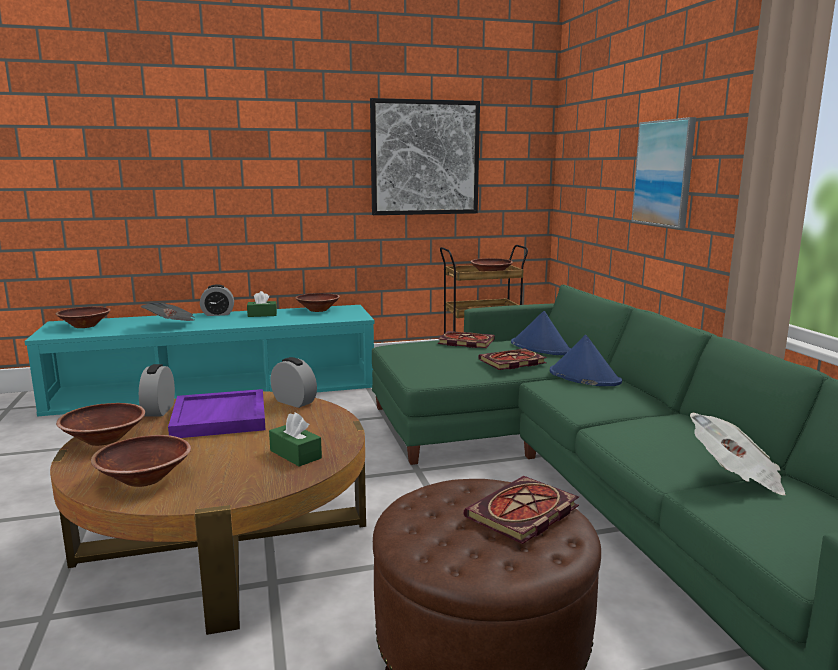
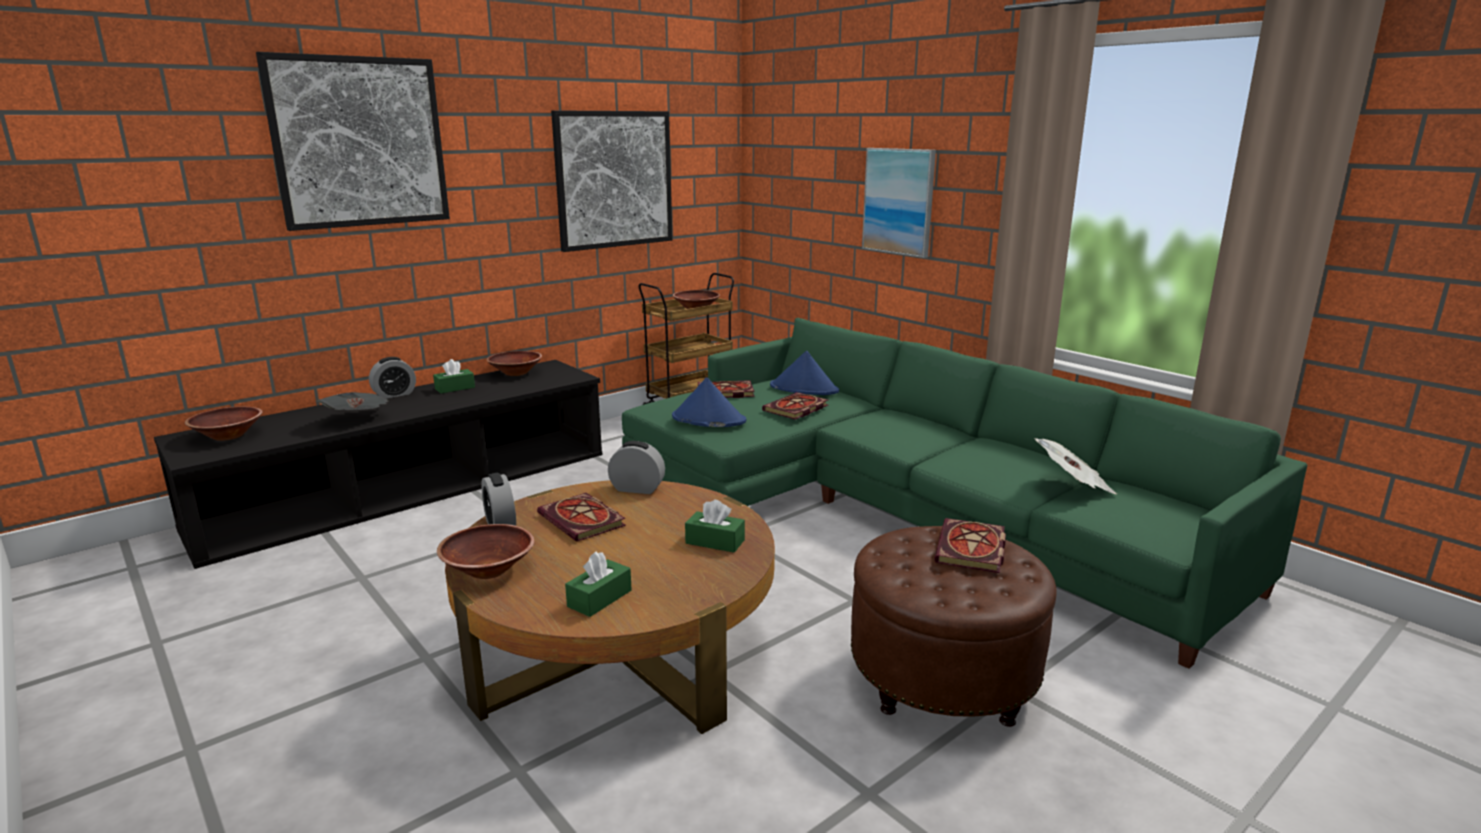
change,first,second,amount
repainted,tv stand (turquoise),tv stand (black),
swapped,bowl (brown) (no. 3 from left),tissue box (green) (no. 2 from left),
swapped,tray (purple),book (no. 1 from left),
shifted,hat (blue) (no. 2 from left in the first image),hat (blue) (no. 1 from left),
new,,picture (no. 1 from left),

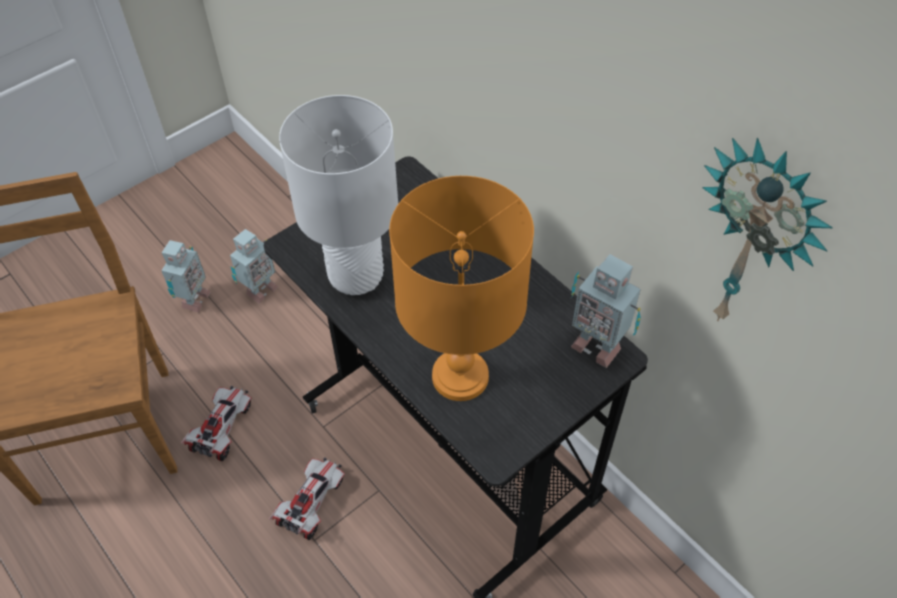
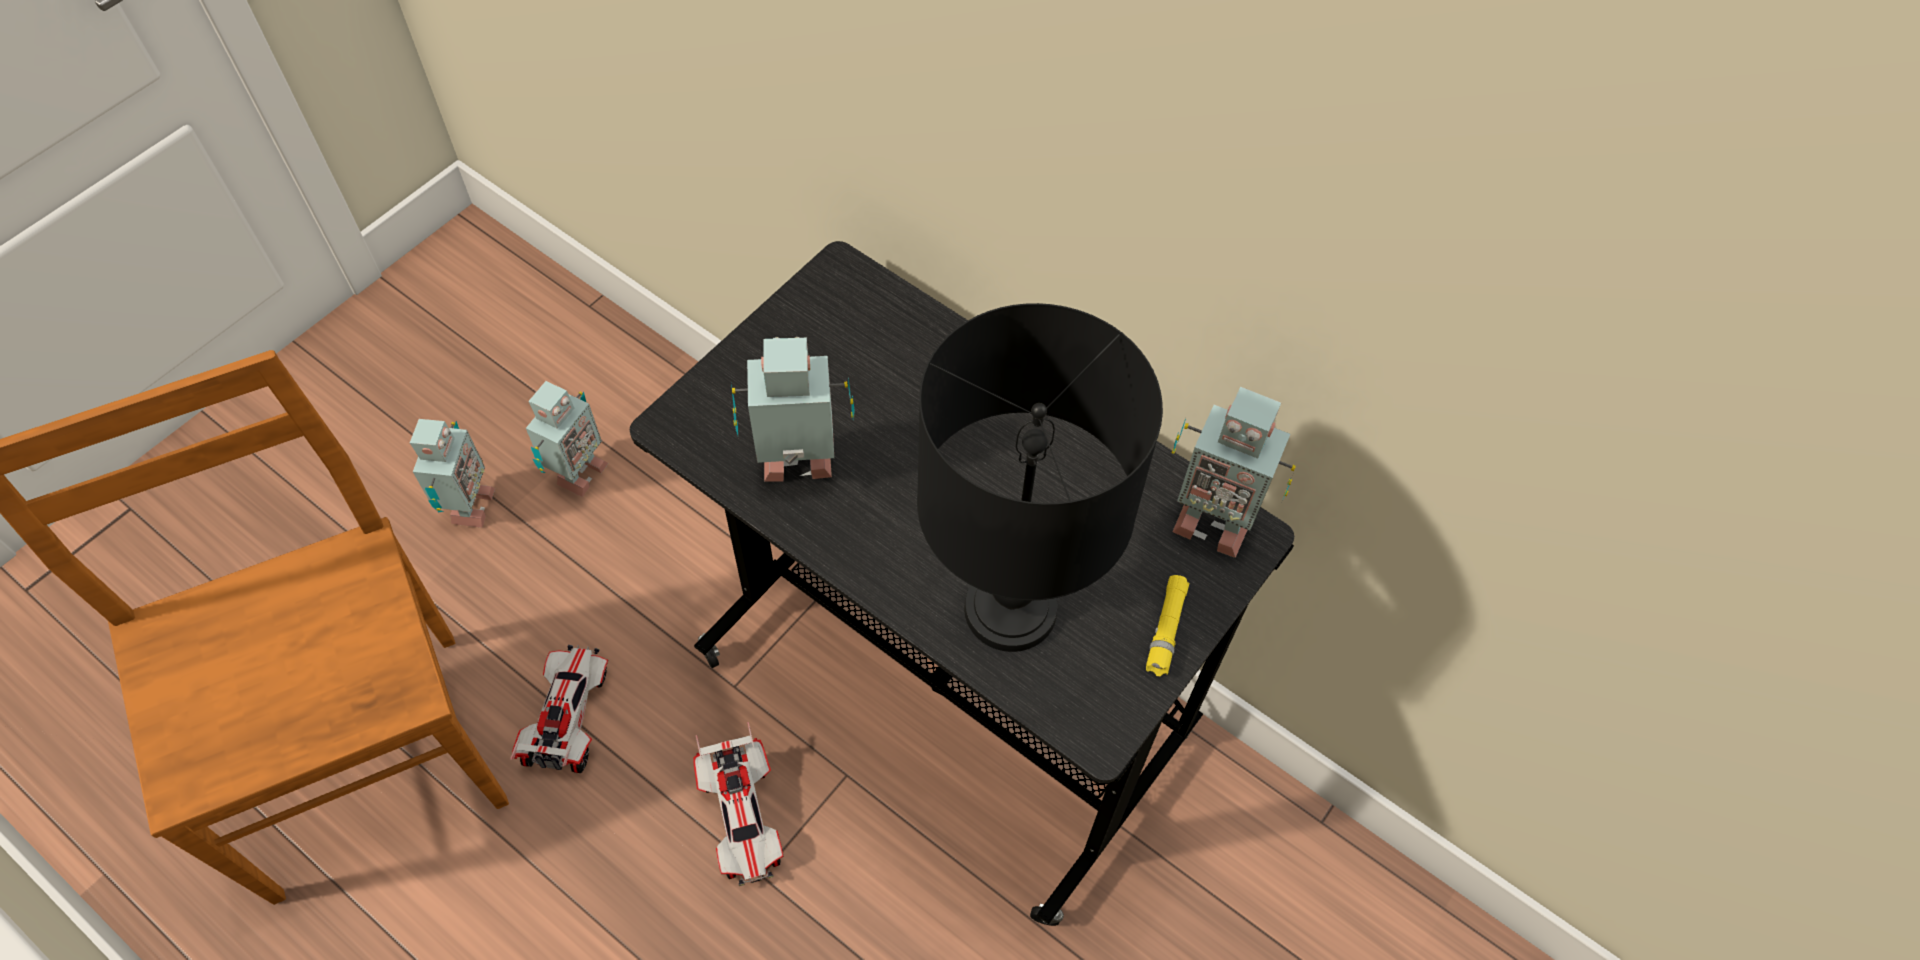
change,first,second,amount
rotated,toy car (no. 2 from left),,150 degrees clockwise
swapped,table lamp (white),toy robot (no. 3 from left),
repainted,table lamp (orange),table lamp (black),
gone,wall clock,,
new,,flashlight (yellow),

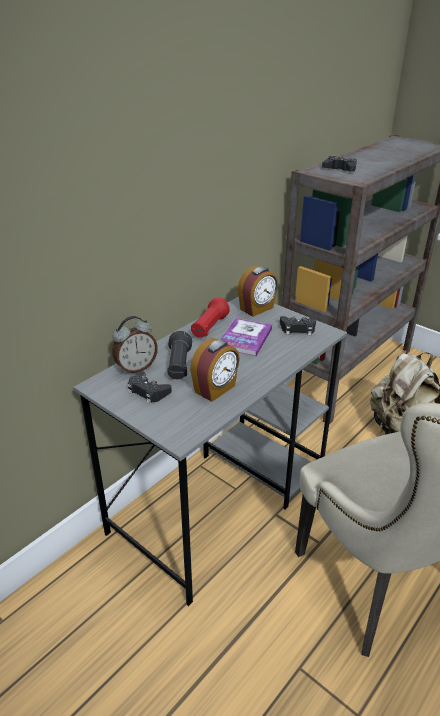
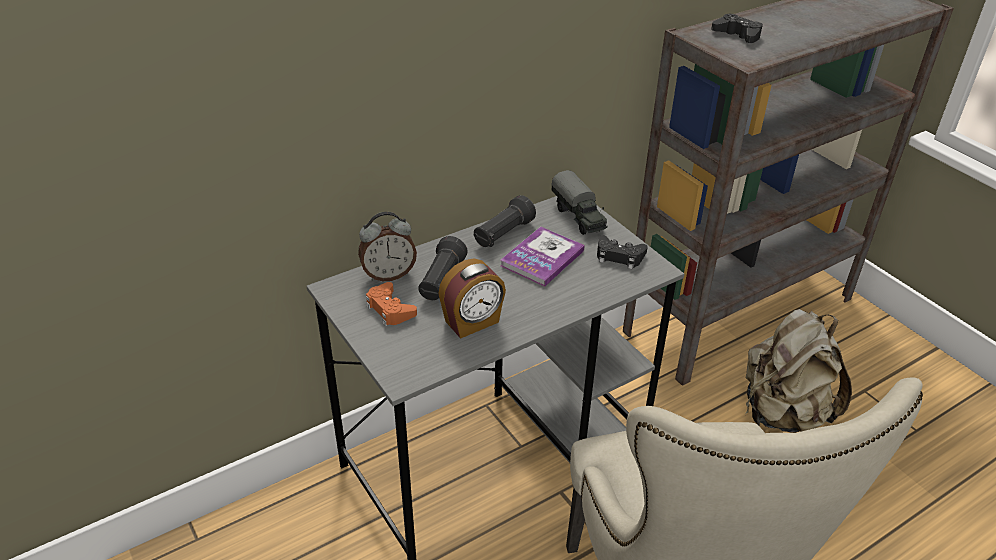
change,first,second,amount
repainted,game controller (black) (no. 1 from left),game controller (orange),
repainted,flashlight (red),flashlight (black) (no. 2 from left),
swapped,alarm clock (no. 3 from left),toy truck,

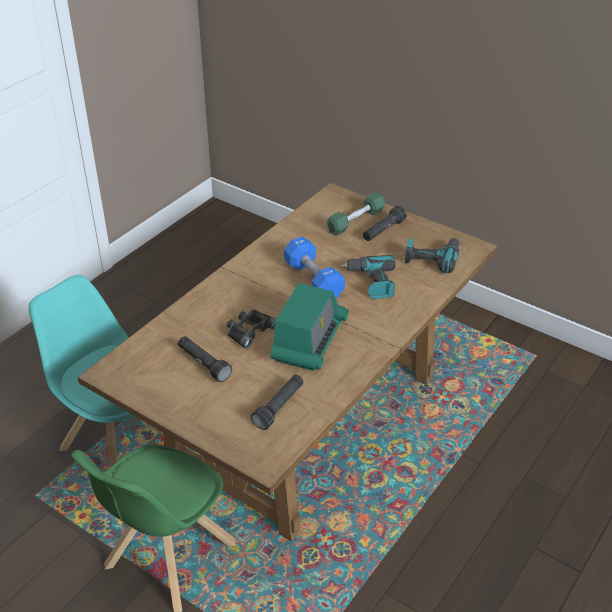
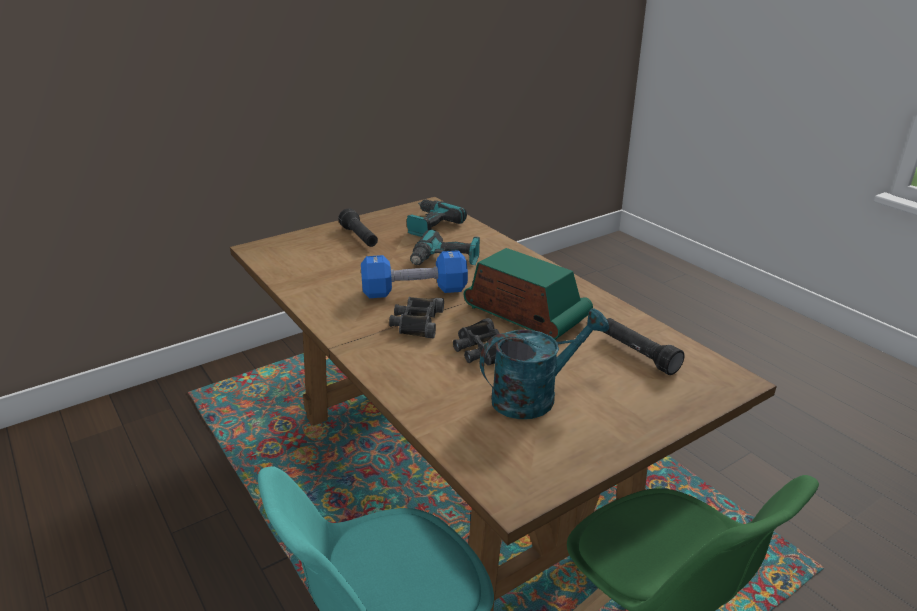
change,first,second,amount
swapped,flashlight (black) (no. 1 from left),watering can (turquoise),
gone,dumbbell (green),,
new,,binoculars (black) (no. 1 from left),

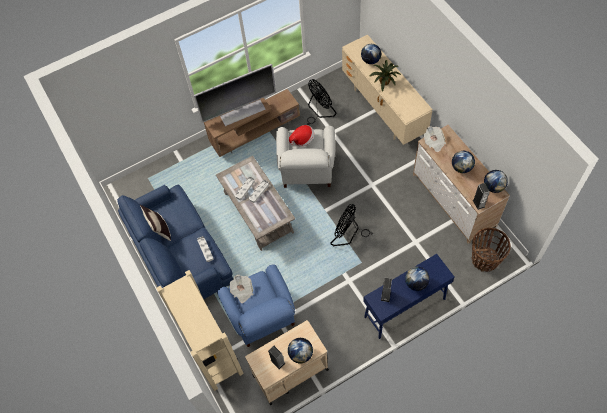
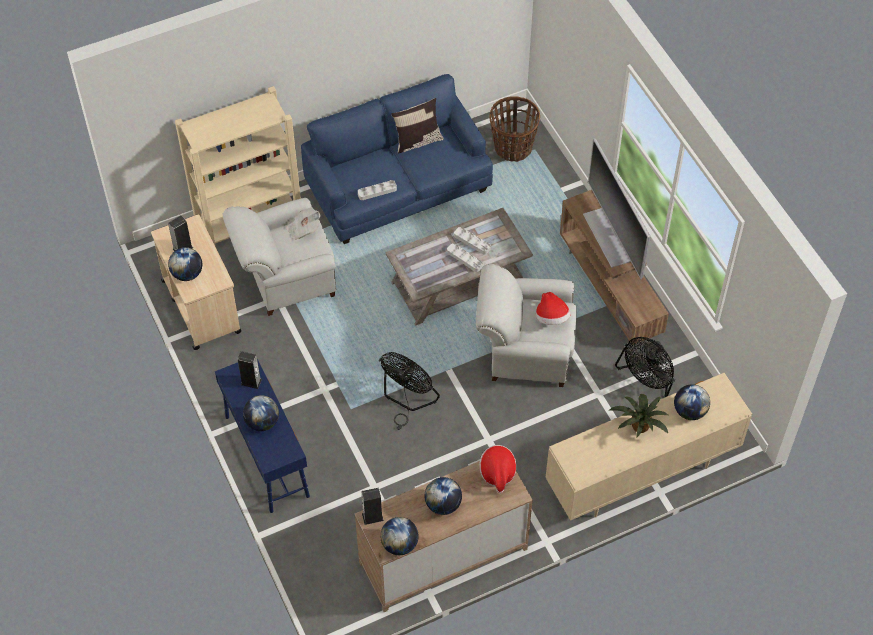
change,first,second,amount
repainted,armchair (blue),armchair (white) (no. 1 from left),
rotated,fan (black) (no. 1 from left in the first image),fan (black) (no. 2 from left),75 degrees clockwise
swapped,newspaper (no. 2 from left),hat (no. 1 from left),
shifted,basket,,

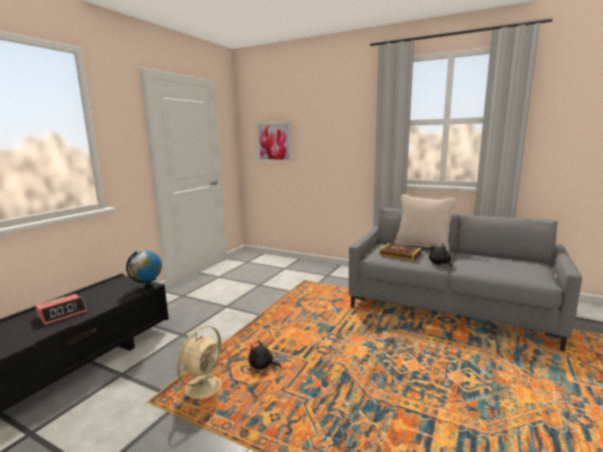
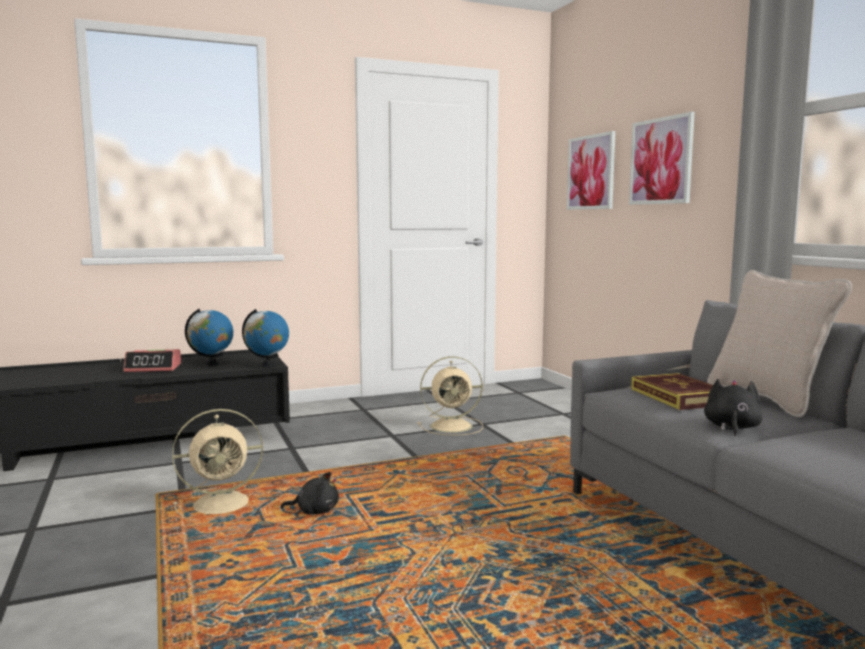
change,first,second,amount
rotated,plush toy (black) (no. 1 from left),,120 degrees clockwise
new,,globe (no. 1 from left),
new,,fan (beige) (no. 2 from left),
new,,picture (no. 2 from left),

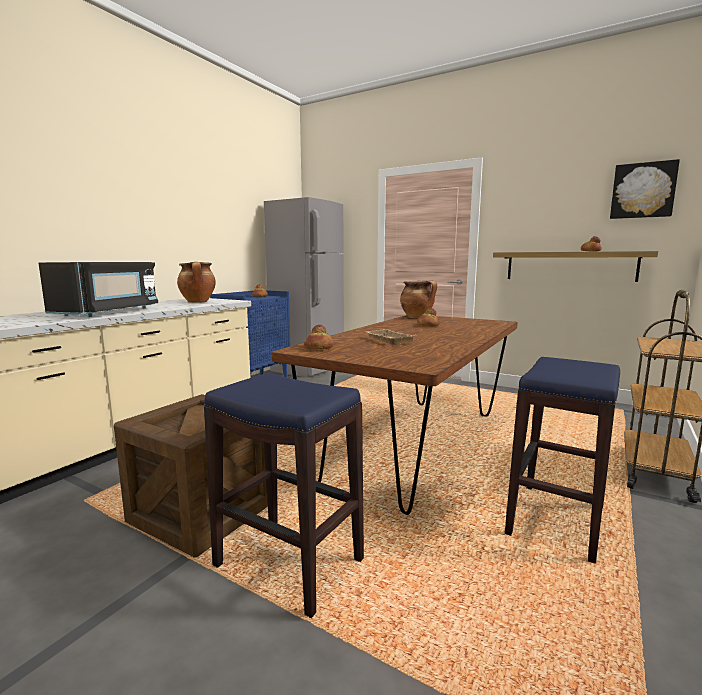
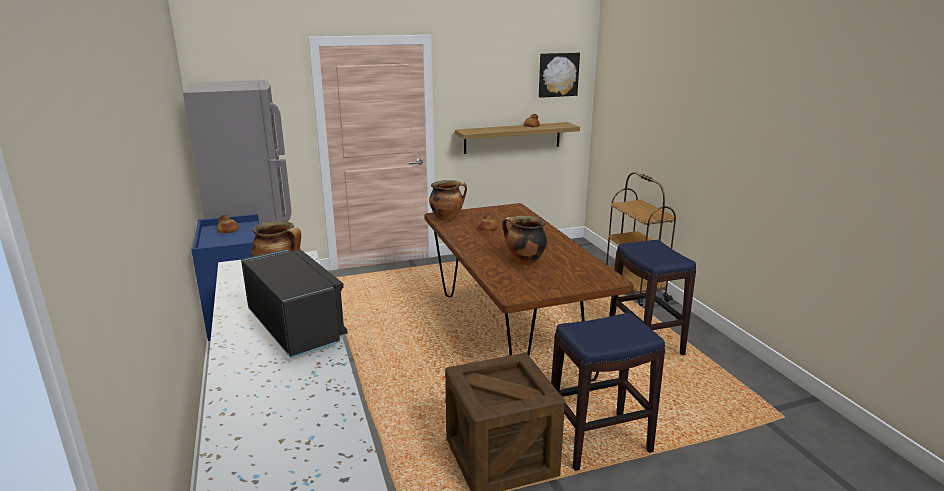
change,first,second,amount
gone,bread (no. 2 from left),,
swapped,tray (beige),cooking pot (no. 3 from left),

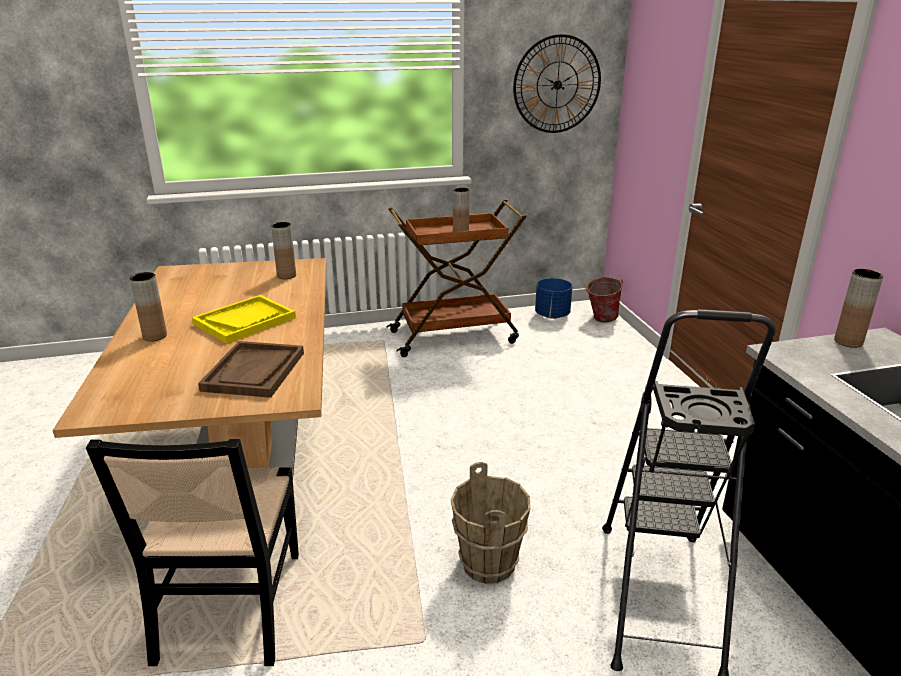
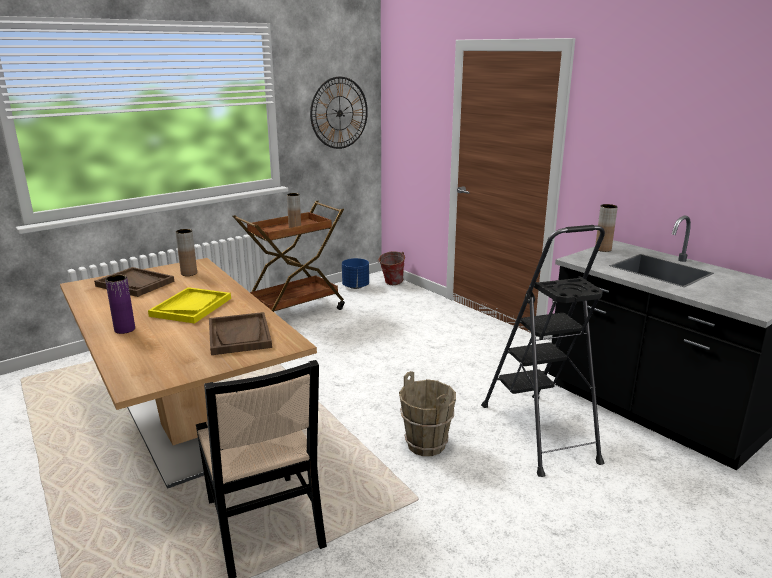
change,first,second,amount
repainted,vase (brown) (no. 1 from left),vase (purple),
new,,tray (brown) (no. 1 from left),

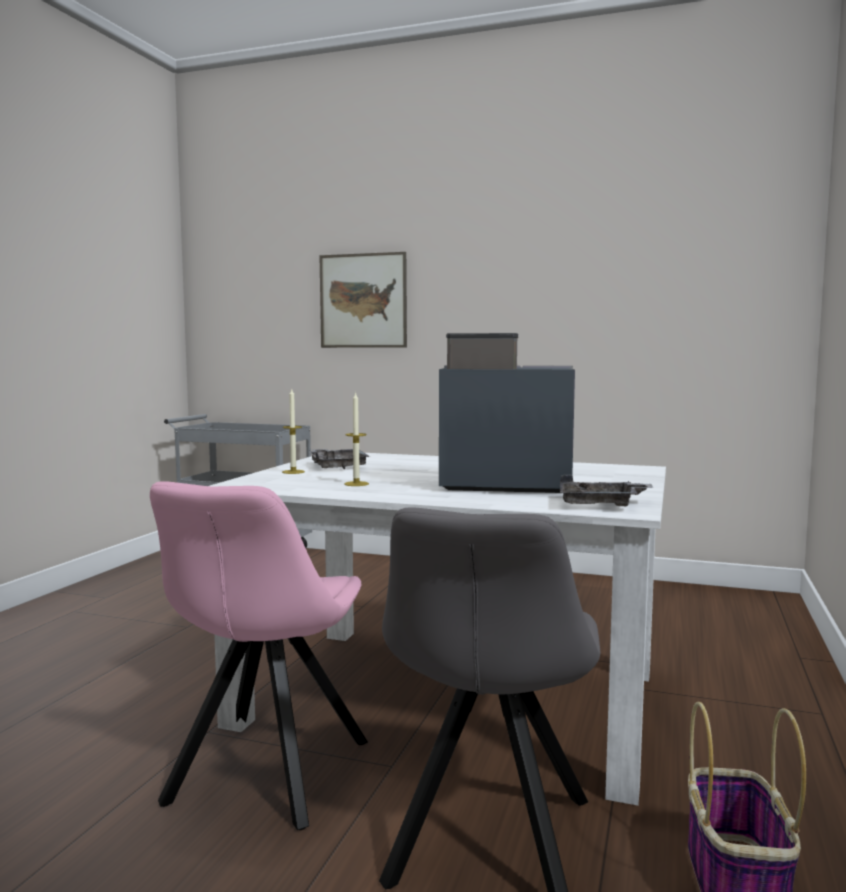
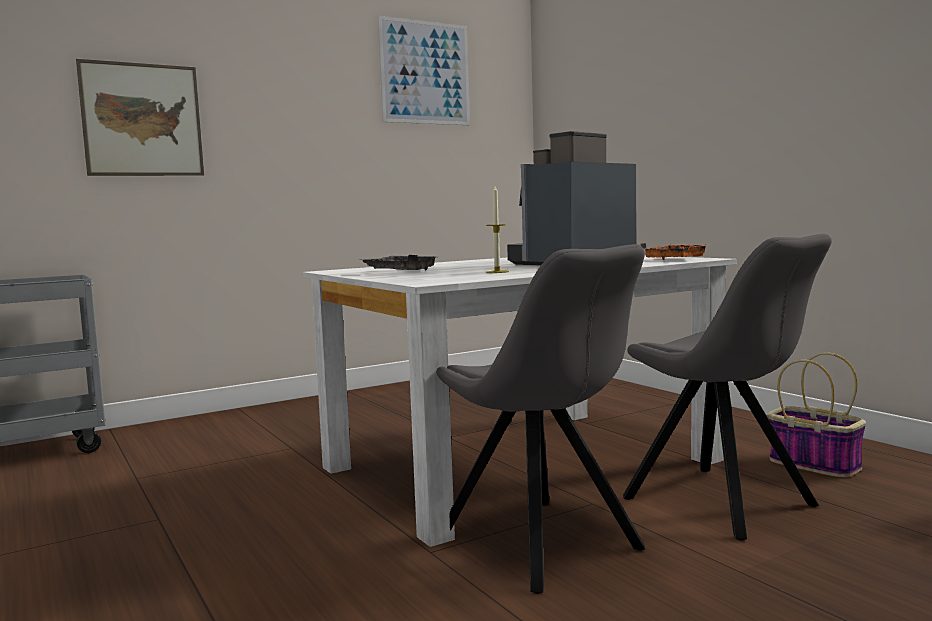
change,first,second,amount
repainted,chair (pink),chair (grey) (no. 1 from left),
gone,candle (no. 1 from left),,
repainted,tray (grey) (no. 2 from left),tray (orange),
new,,picture (no. 2 from left),

